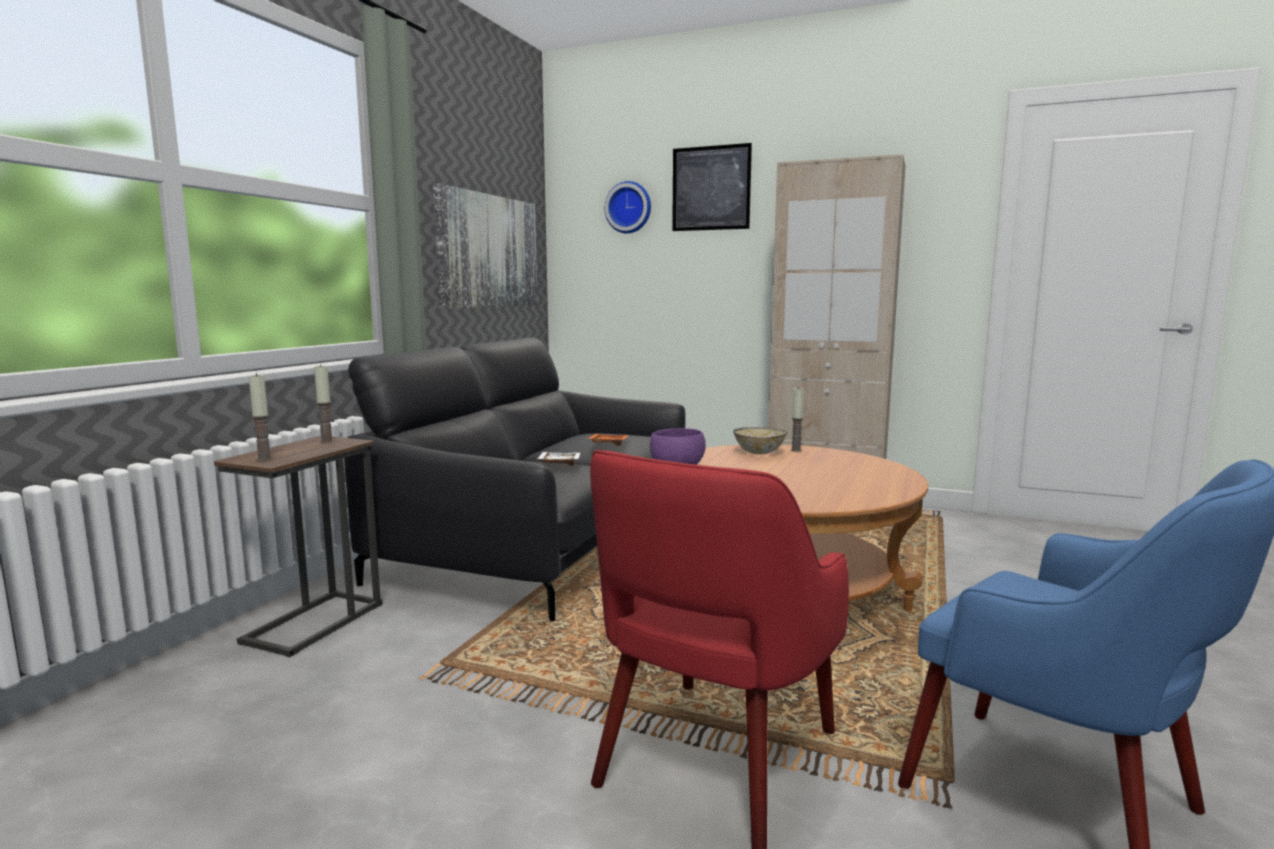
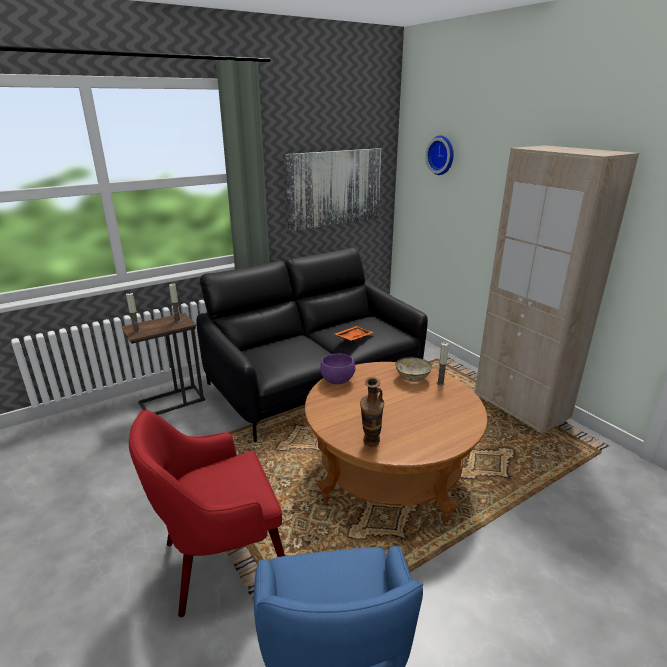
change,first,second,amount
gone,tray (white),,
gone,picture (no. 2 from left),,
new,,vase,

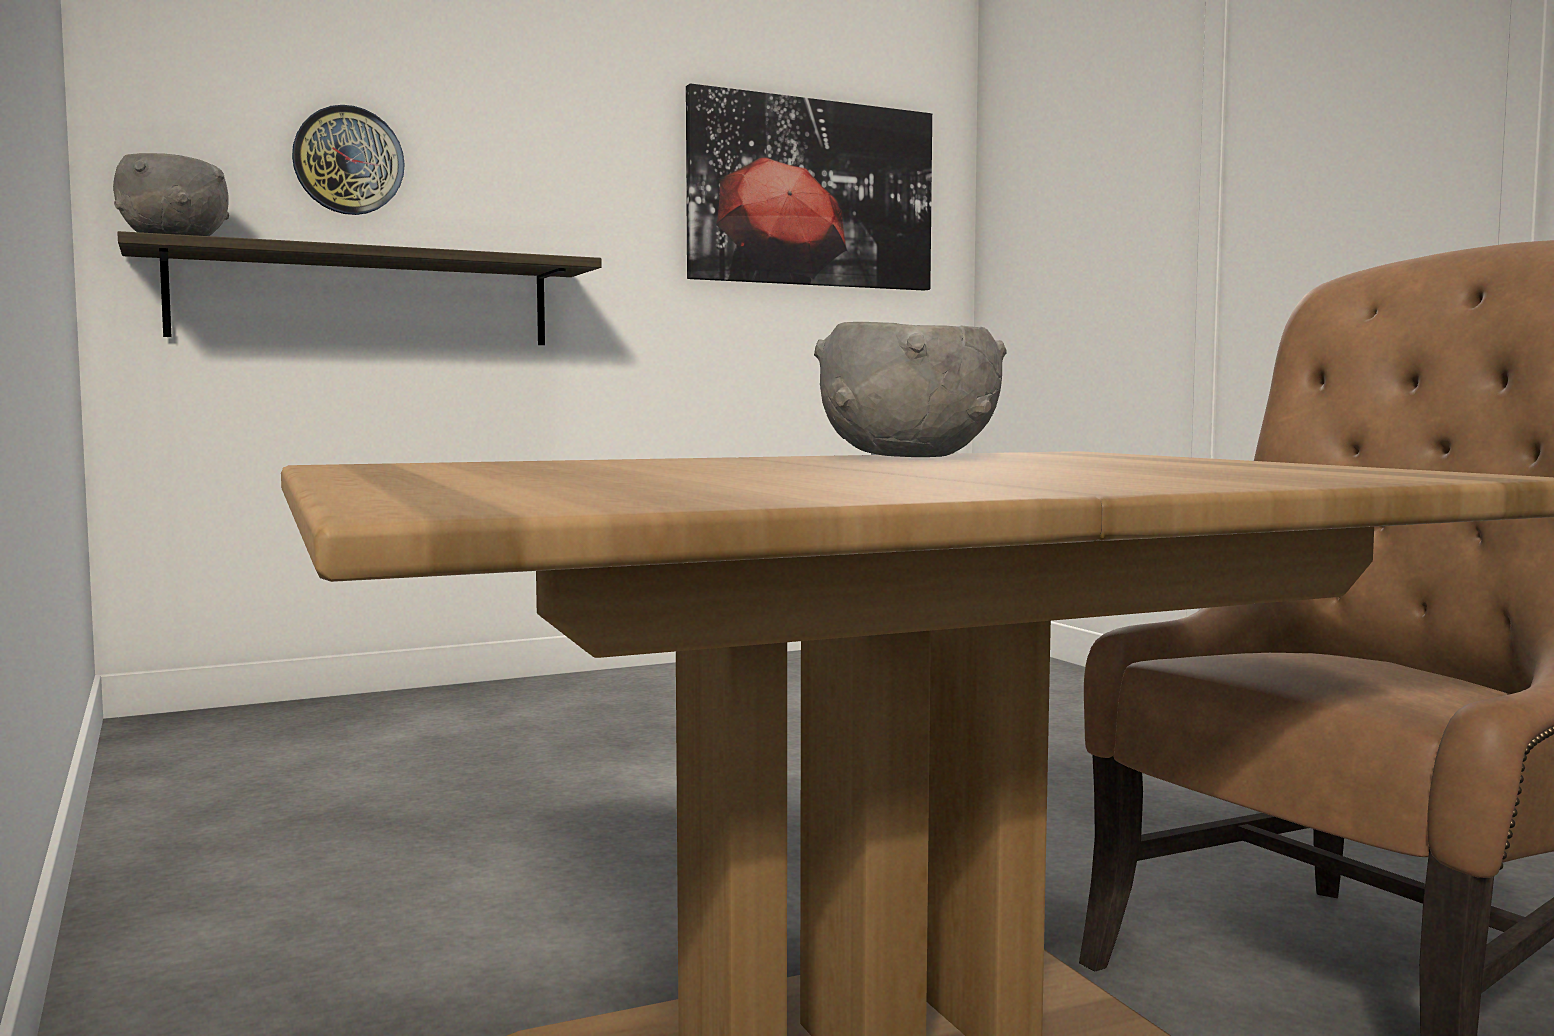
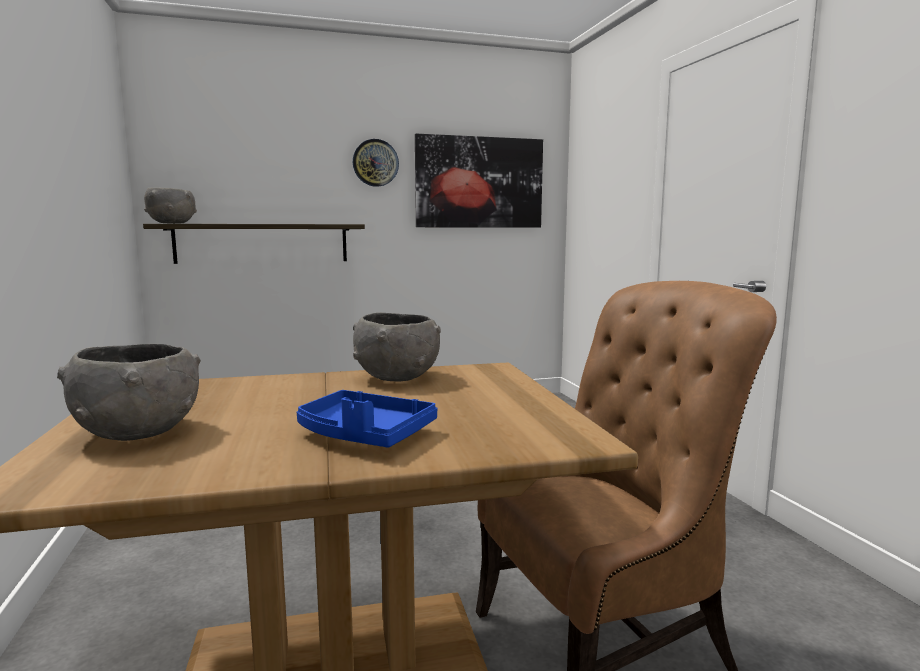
change,first,second,amount
shifted,wall clock,,
new,,bowl (grey) (no. 1 from left),
new,,tray (blue),

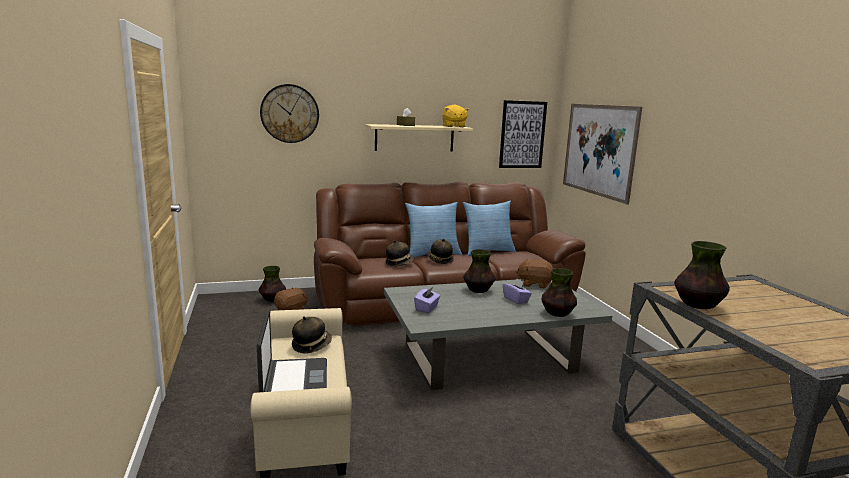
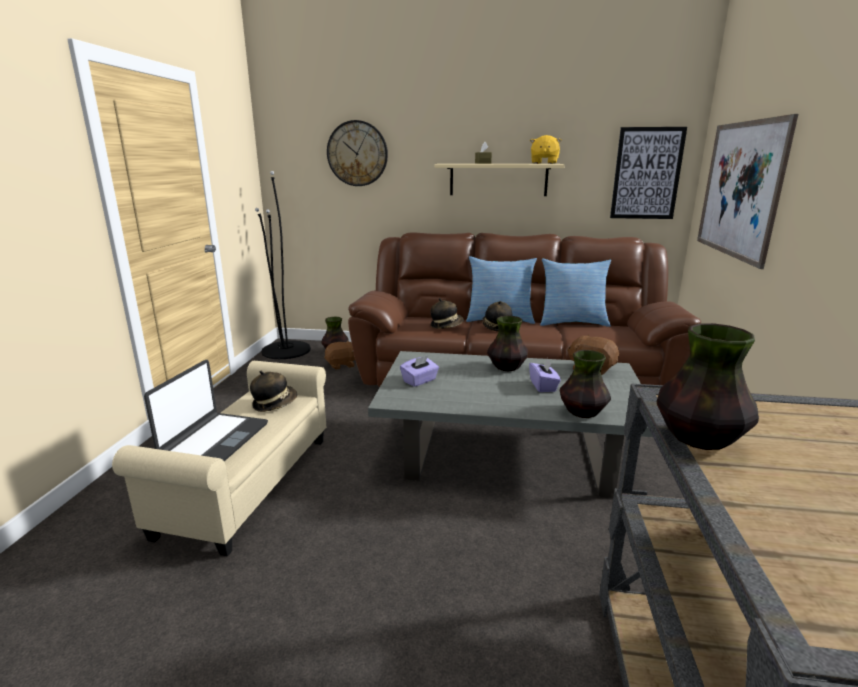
change,first,second,amount
new,,floor lamp (black),

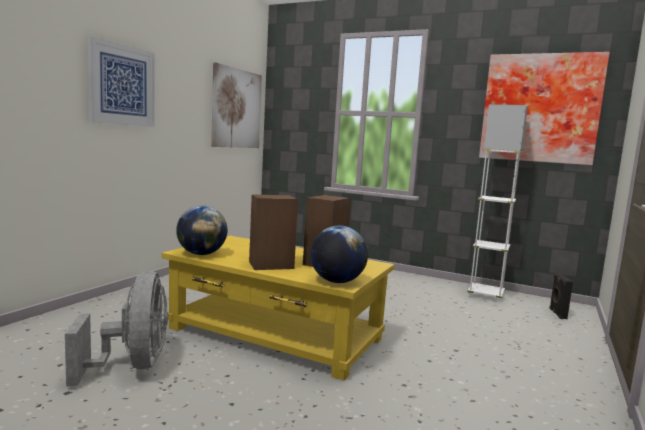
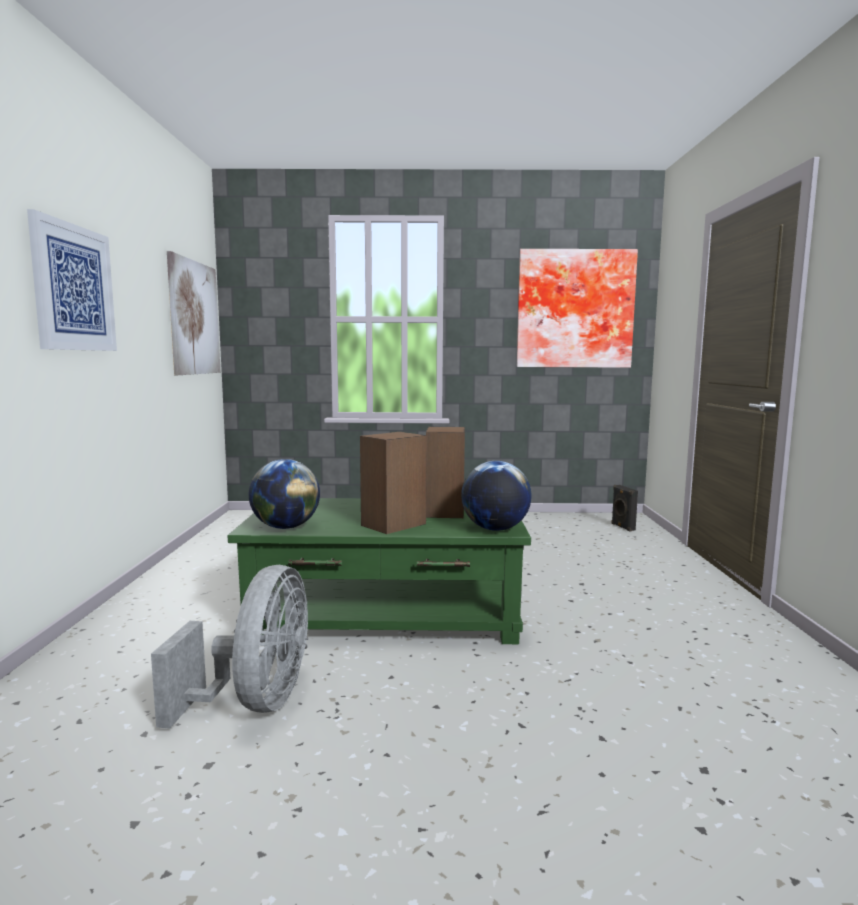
change,first,second,amount
rotated,fan (grey),,45 degrees clockwise
repainted,coffee table (yellow),coffee table (green),
gone,floor lamp (white),,

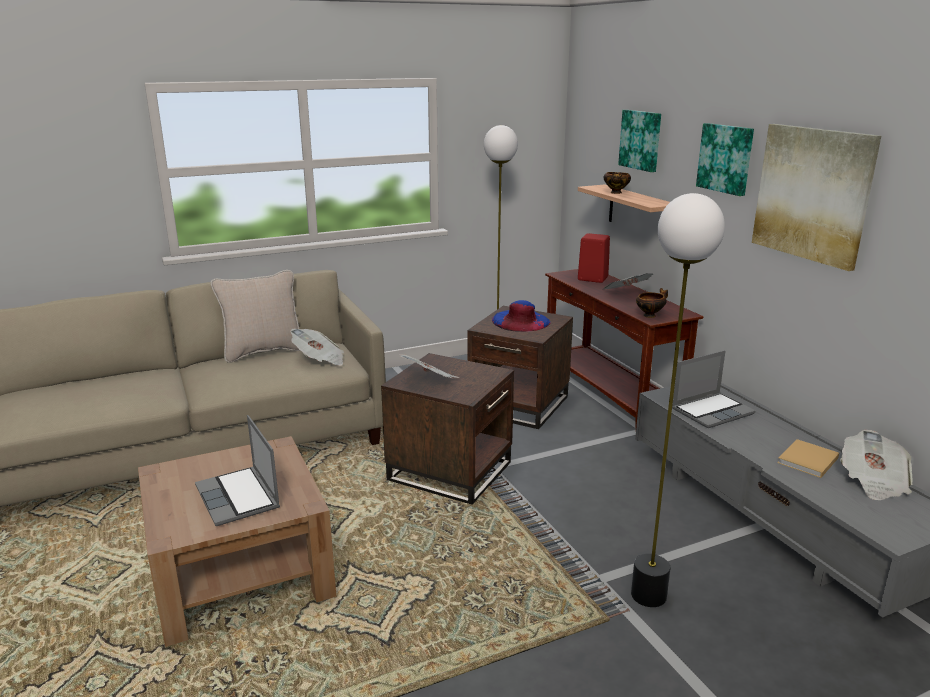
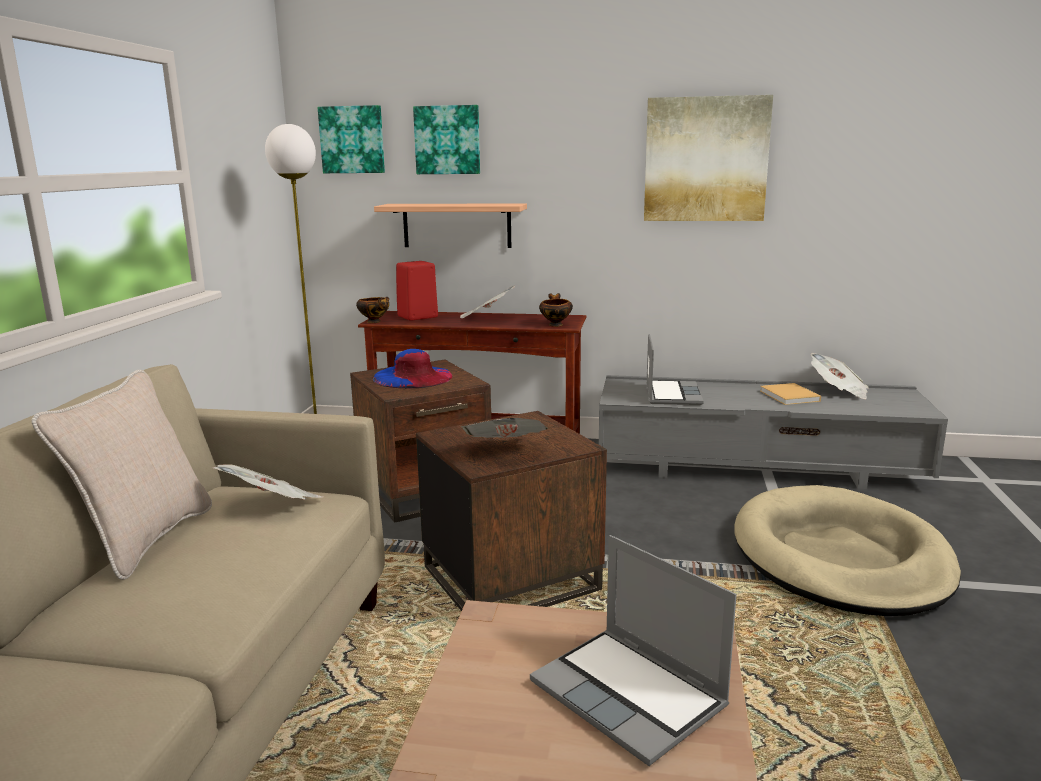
change,first,second,amount
rotated,laptop (no. 1 from left),,45 degrees clockwise
shifted,bowl (no. 1 from left),,
swapped,floor lamp (no. 2 from left),dog bed (beige),
shifted,picture (no. 2 from left in the first image),picture (no. 1 from left),

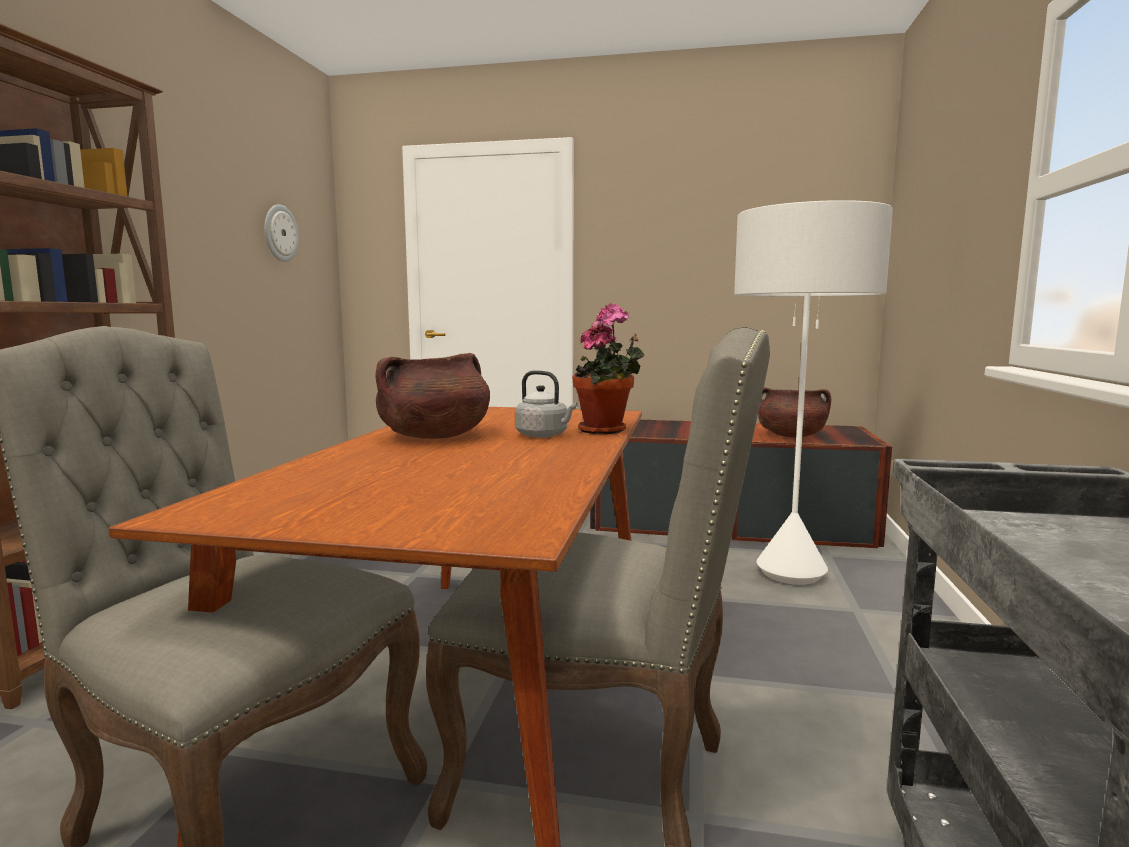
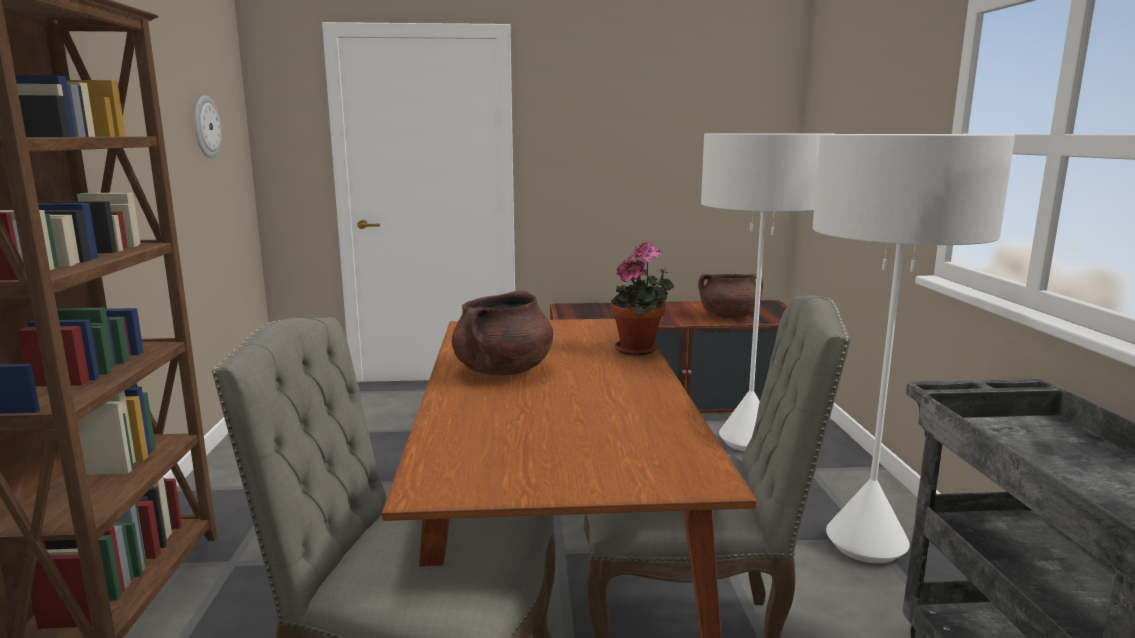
change,first,second,amount
gone,kettle (grey),,
new,,floor lamp (white) (no. 2 from left),

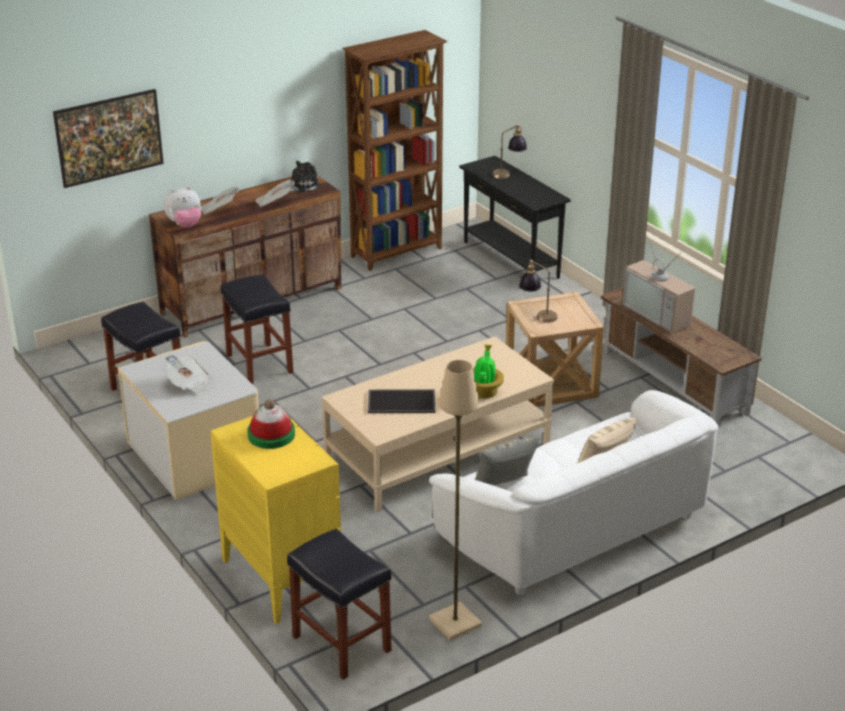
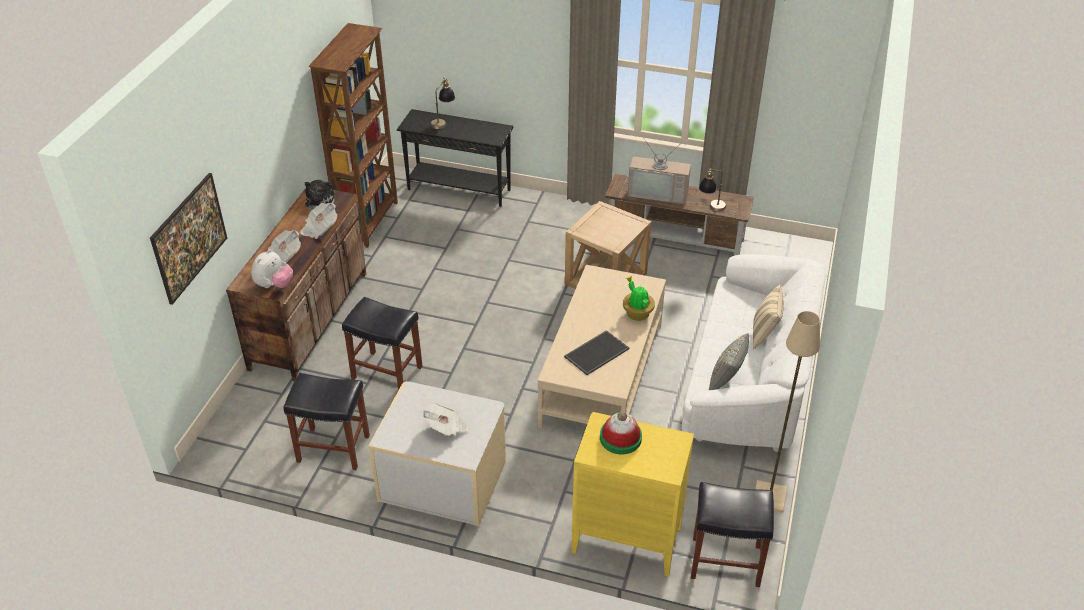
change,first,second,amount
shifted,table lamp (no. 2 from left),,

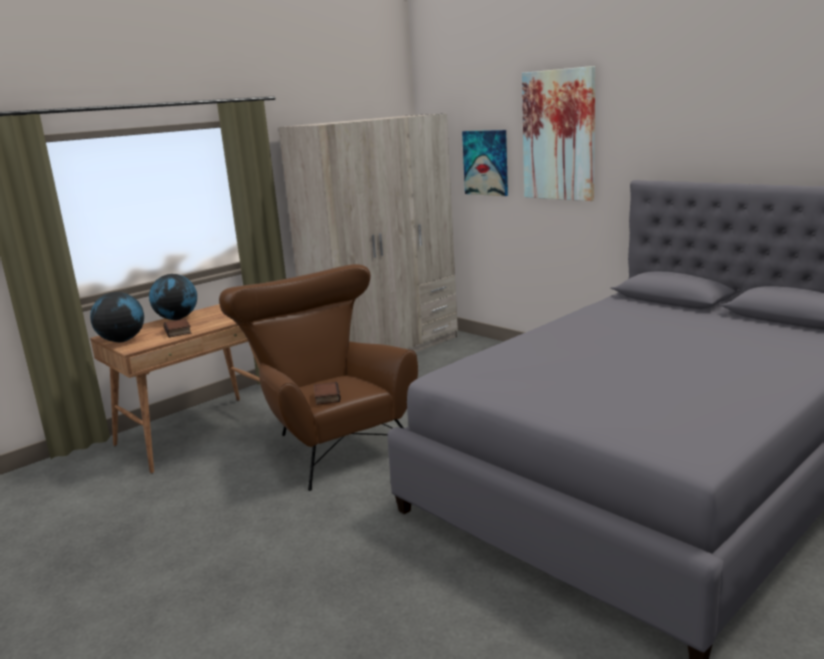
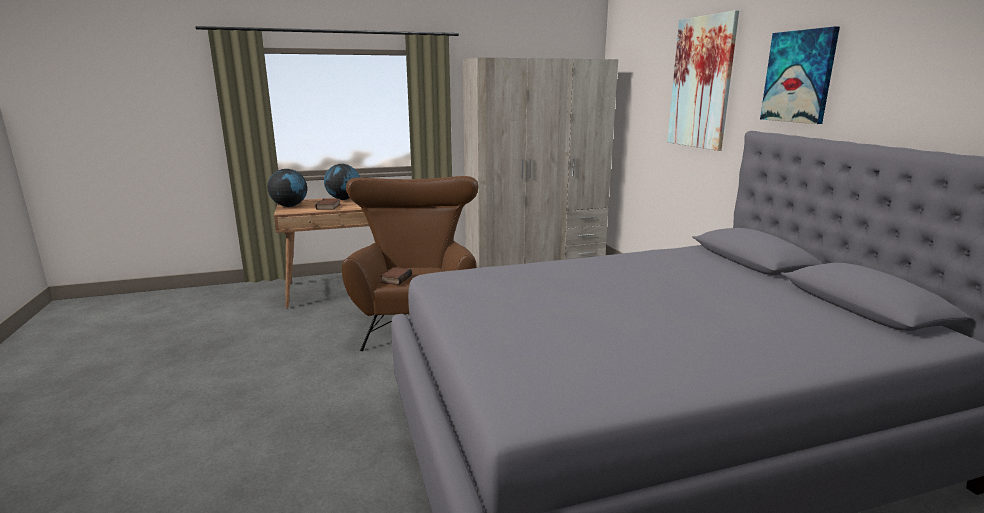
change,first,second,amount
shifted,picture (no. 1 from left in the first image),picture (no. 2 from left),

